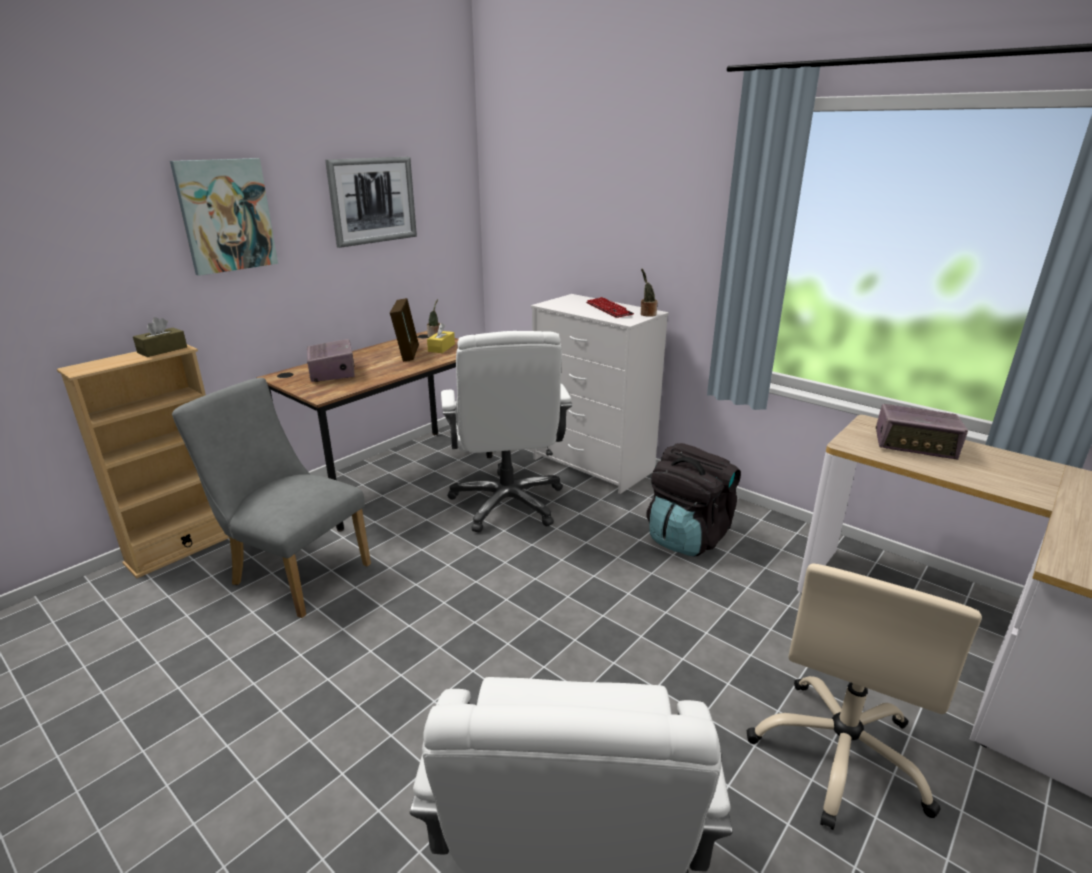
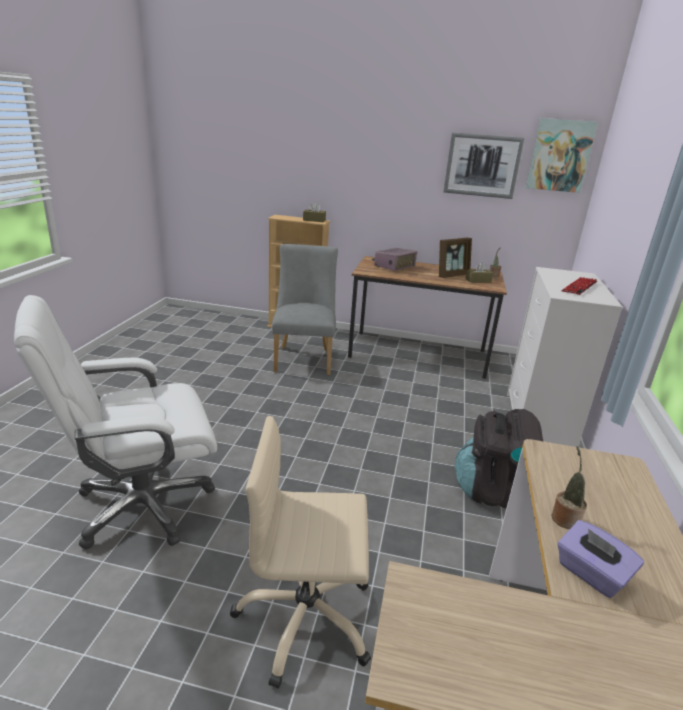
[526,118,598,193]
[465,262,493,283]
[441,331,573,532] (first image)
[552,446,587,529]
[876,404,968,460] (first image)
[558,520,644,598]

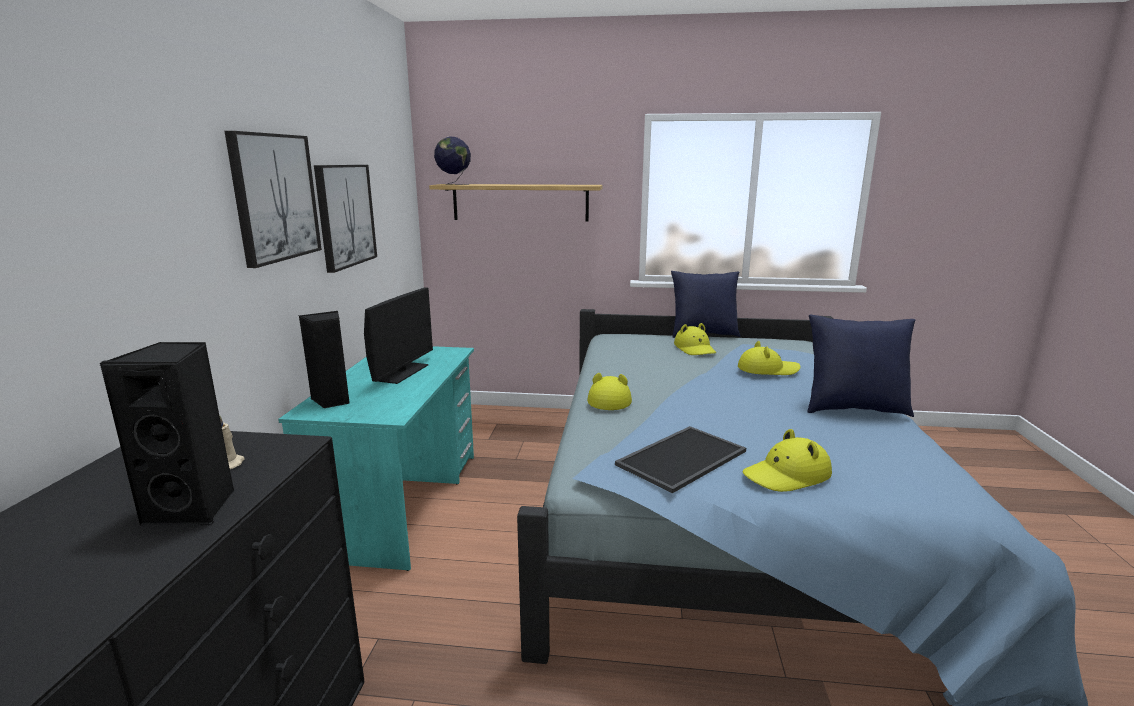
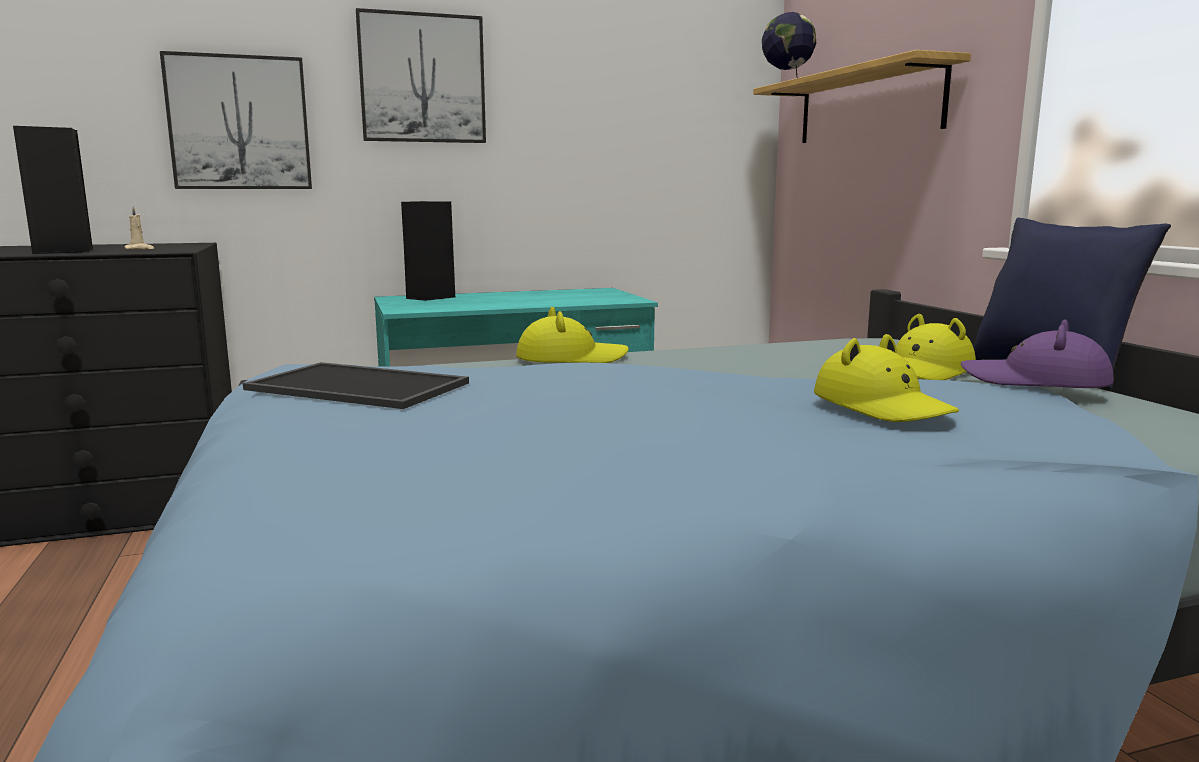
[160,51,312,189]
[364,287,433,384] (first image)
[743,429,832,492] (first image)
[807,315,915,417] (first image)
[961,319,1114,388]

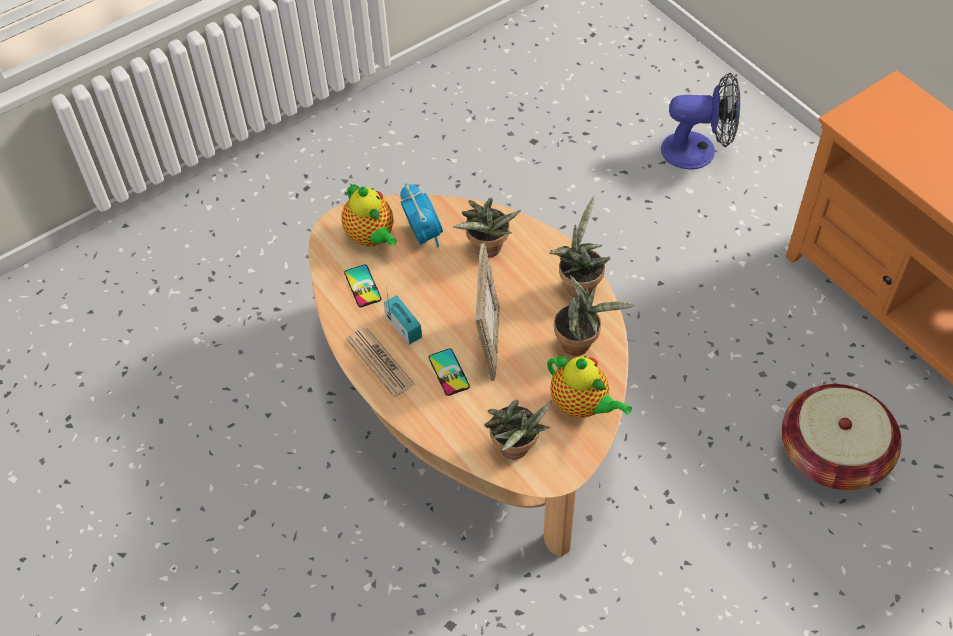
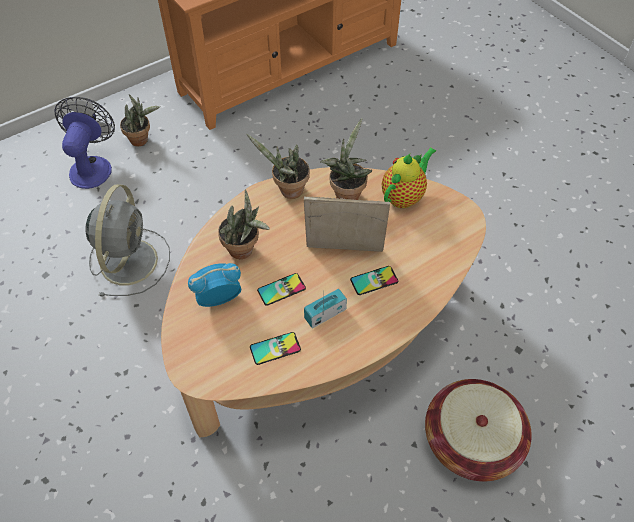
[341,183,397,247] (first image)
[346,328,415,397] (first image)
[120,94,160,146]
[425,379,532,482]
[86,184,170,296]
[257,273,306,306]

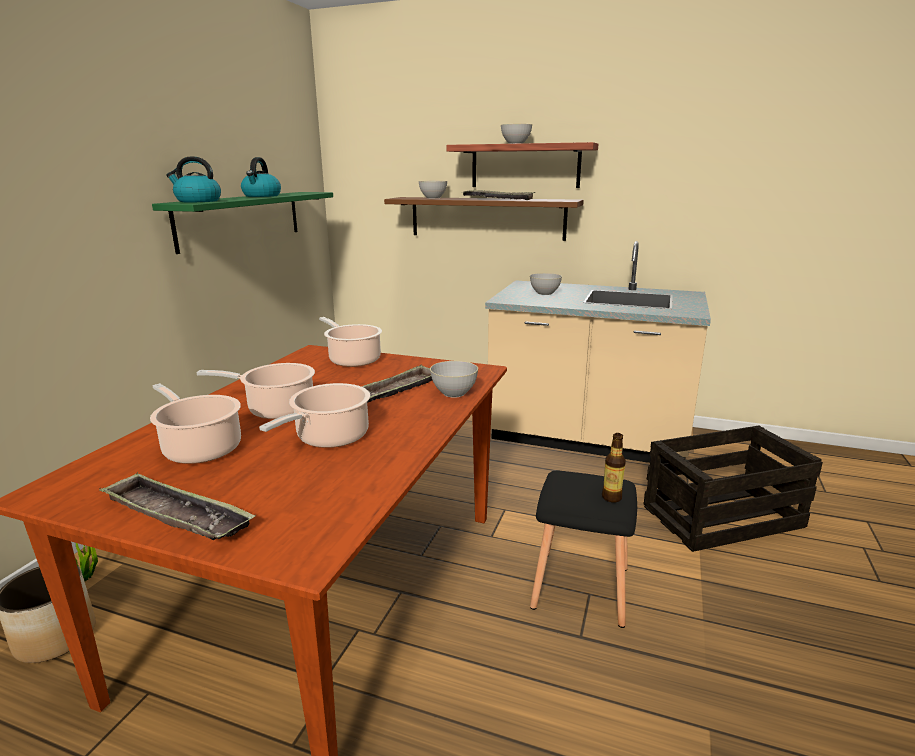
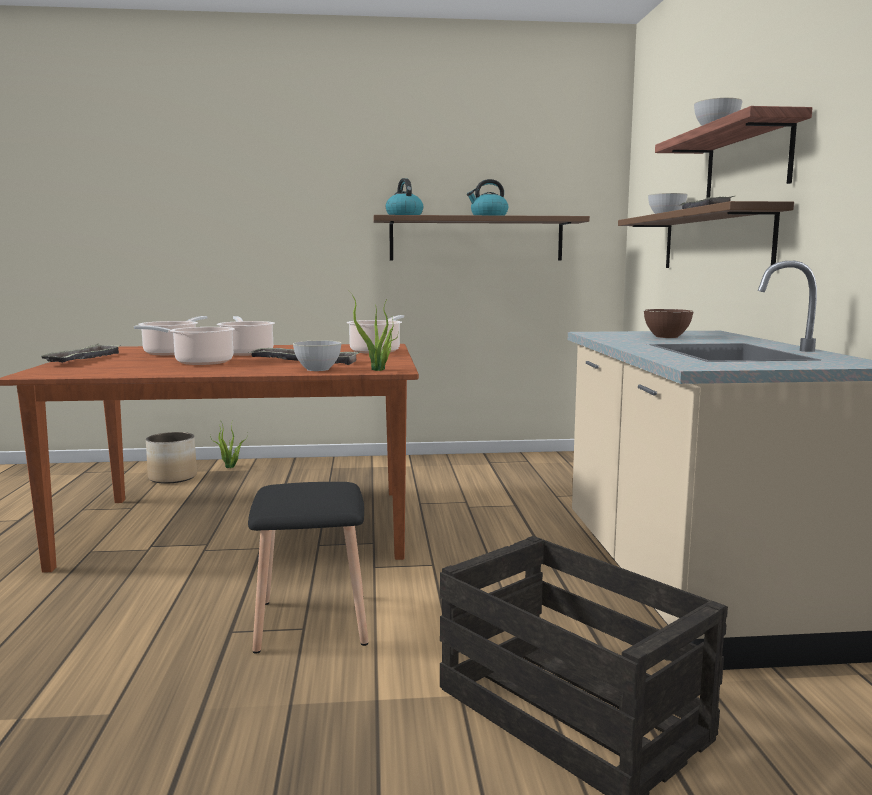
[373,215,590,260]
[644,309,694,338]
[602,433,626,502] (first image)
[348,290,398,371]

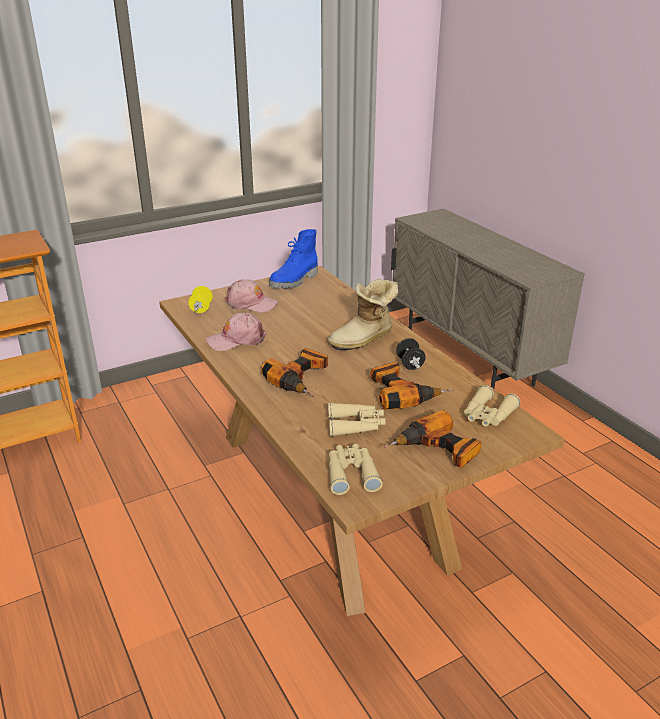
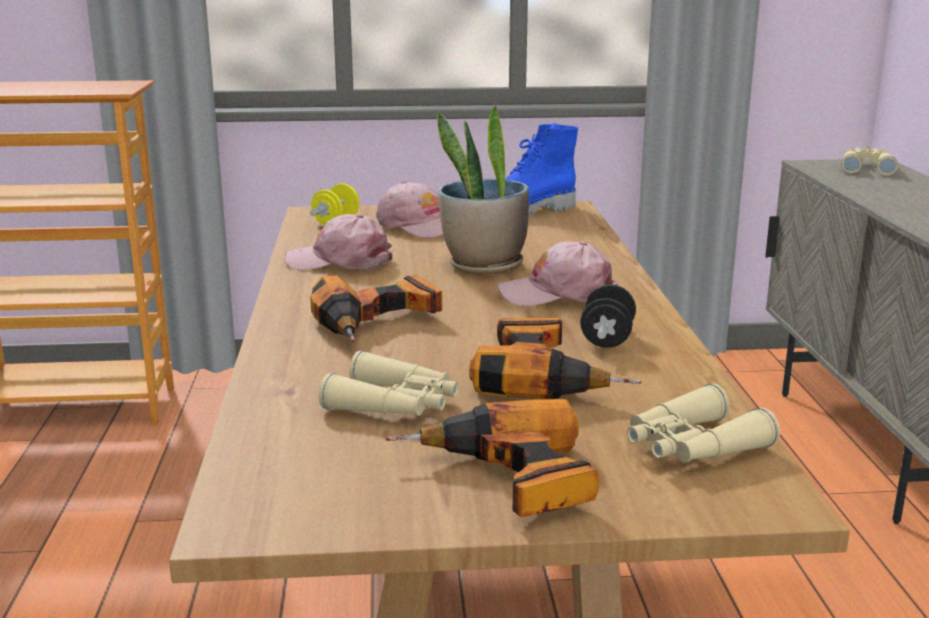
[498,241,618,306]
[841,146,898,176]
[437,105,529,275]

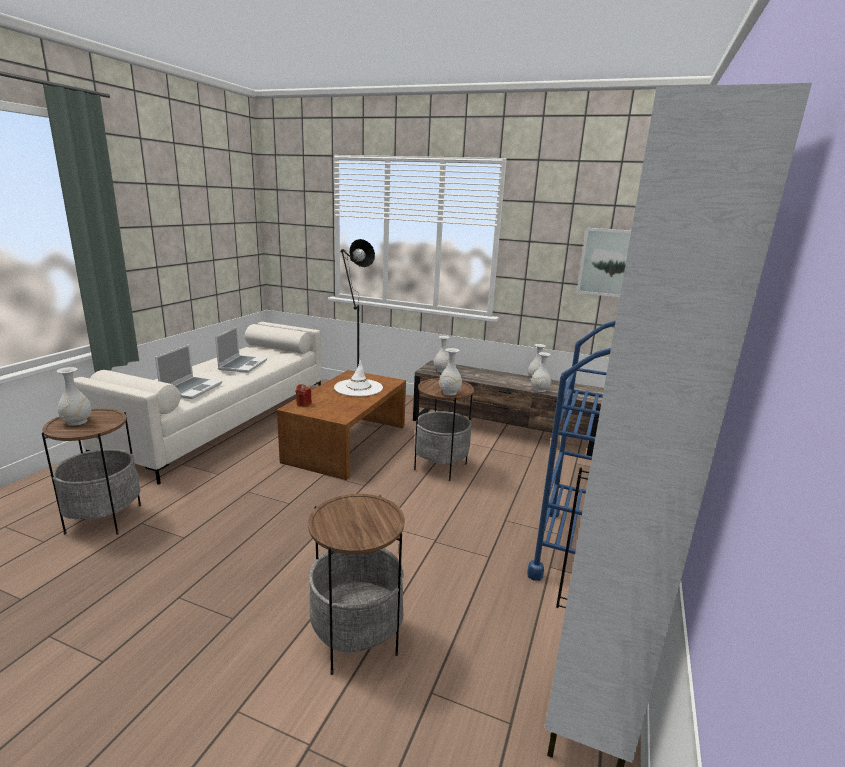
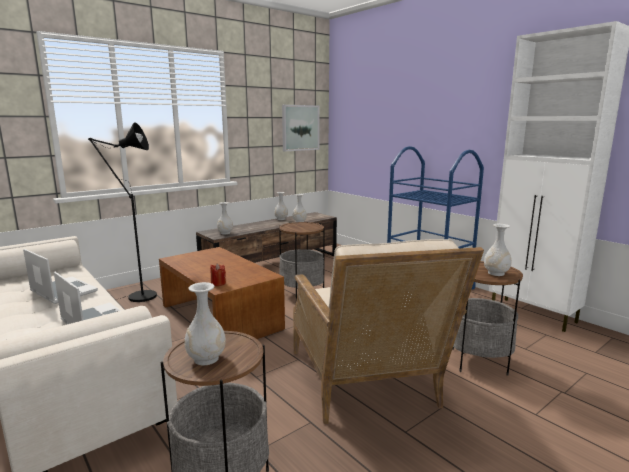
[334,360,383,397] (first image)
[484,224,512,276]
[293,239,484,424]

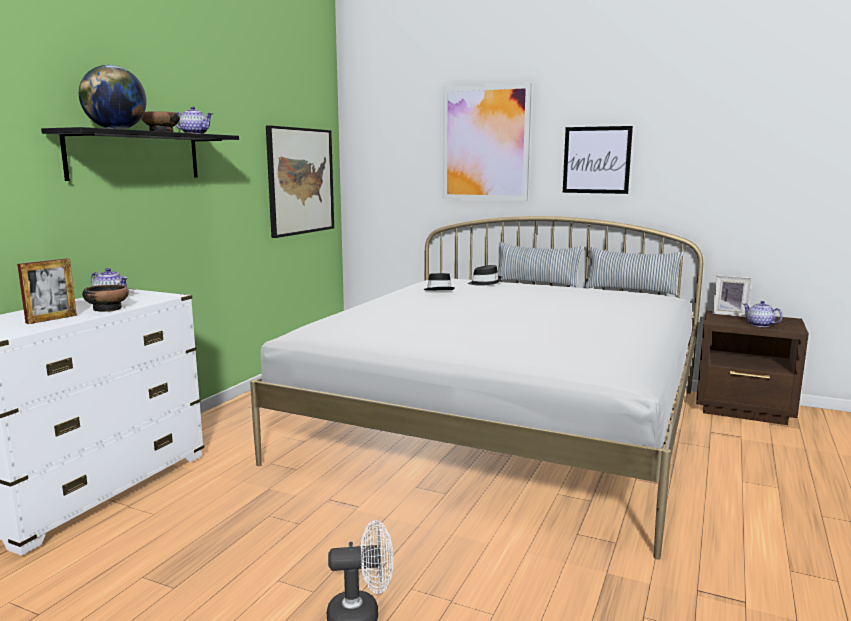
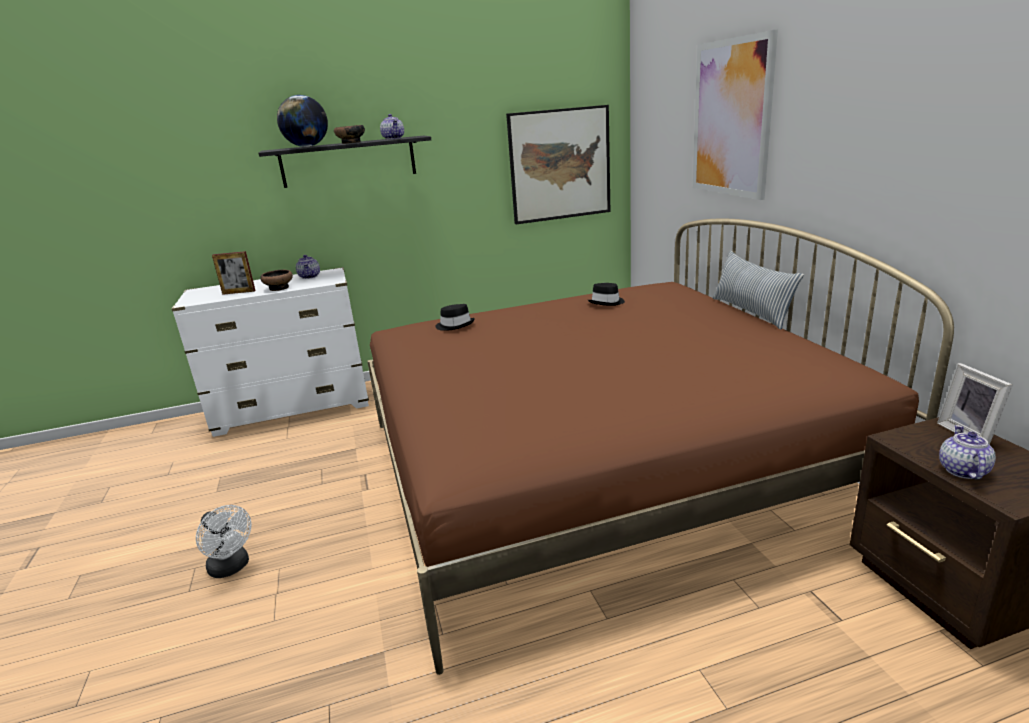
[367,219,954,675]
[435,304,475,331]
[563,126,633,194] (first image)
[584,247,684,296] (first image)

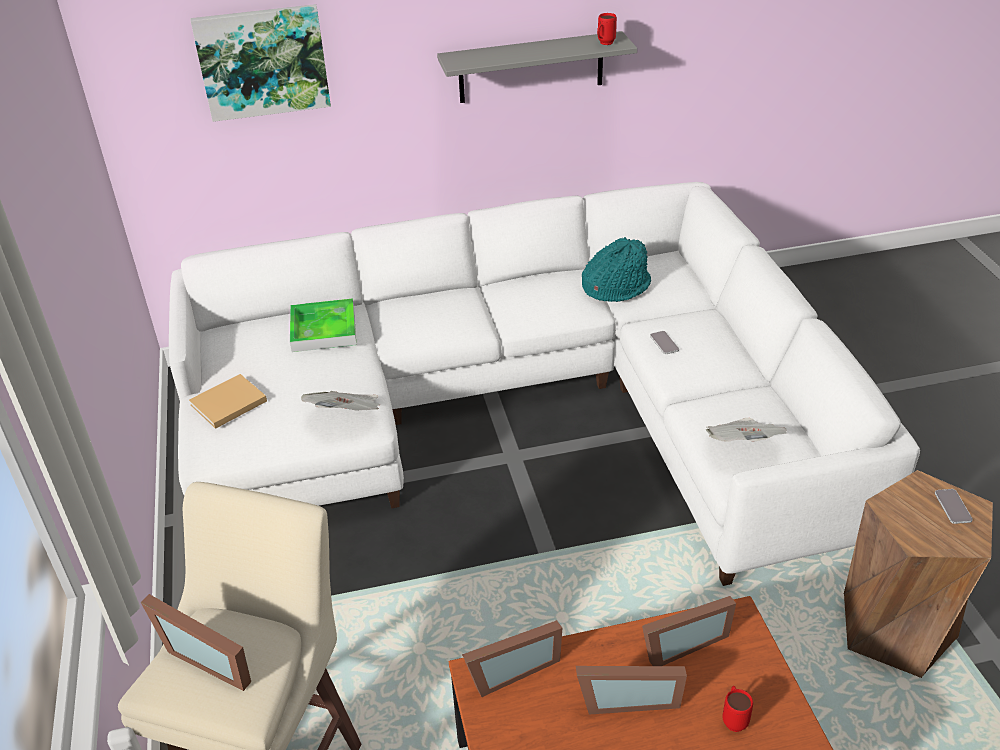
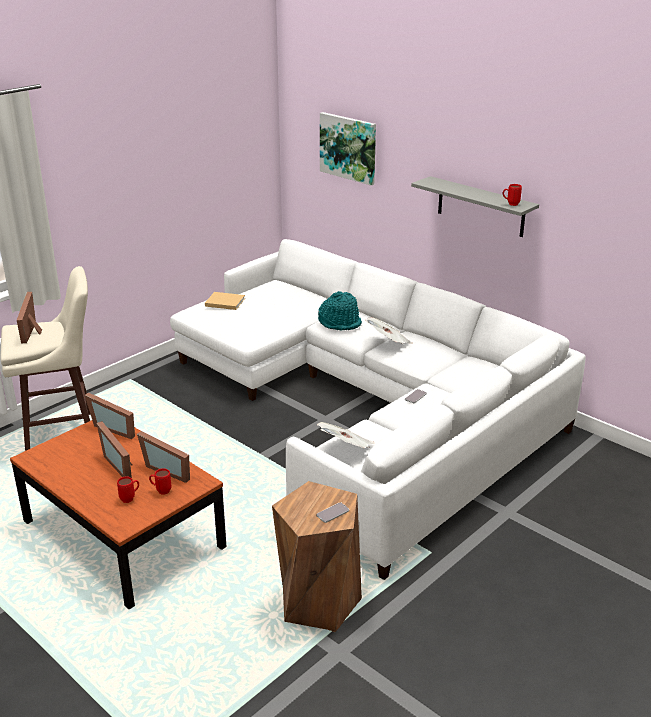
[290,298,356,352] (first image)
[365,318,413,344]
[318,291,362,330]
[149,468,171,495]

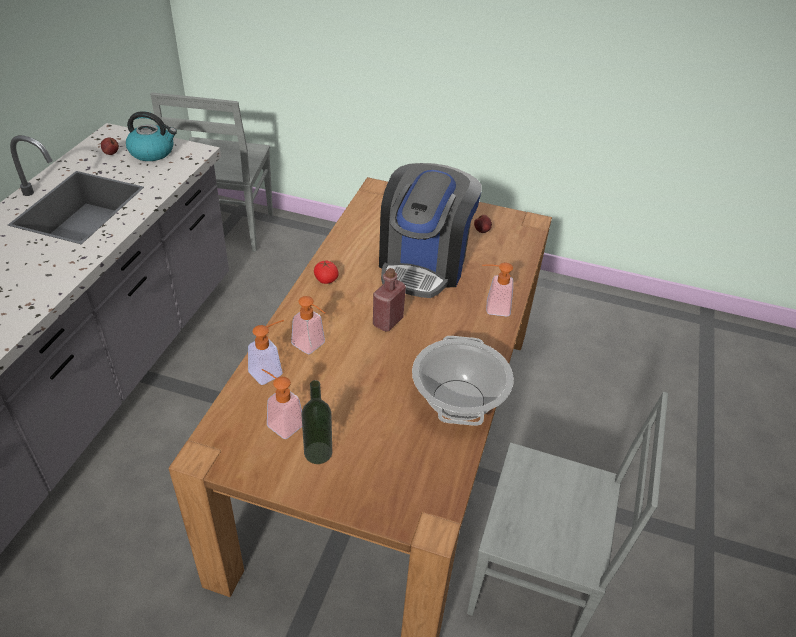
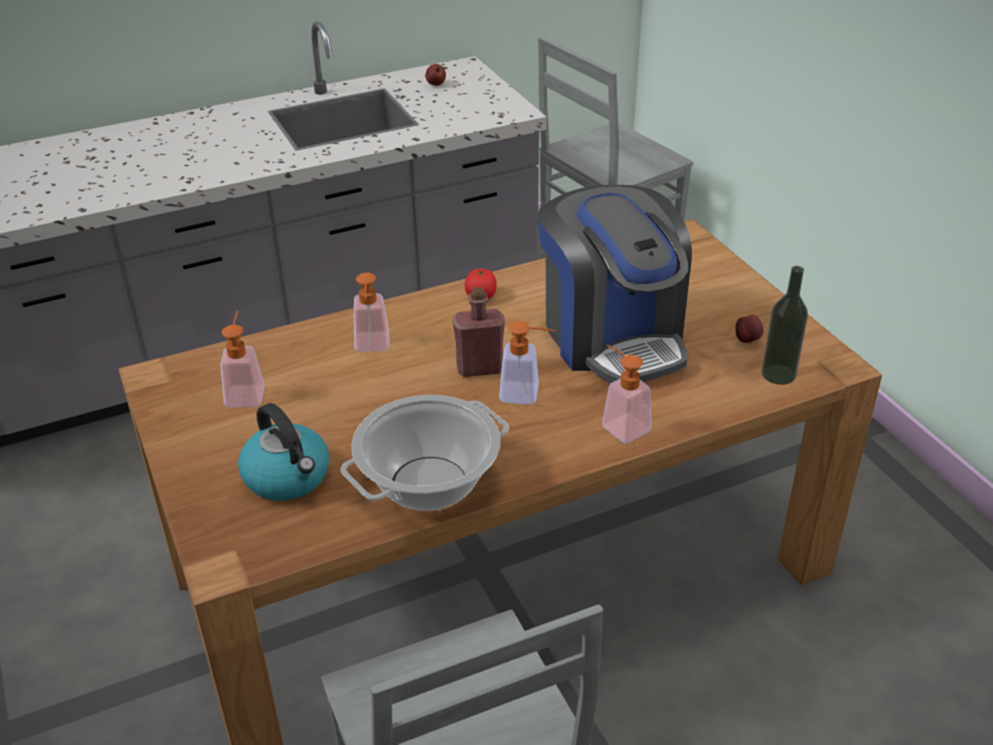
[238,403,330,501]
[499,321,556,405]
[762,266,808,385]
[537,185,692,383]

